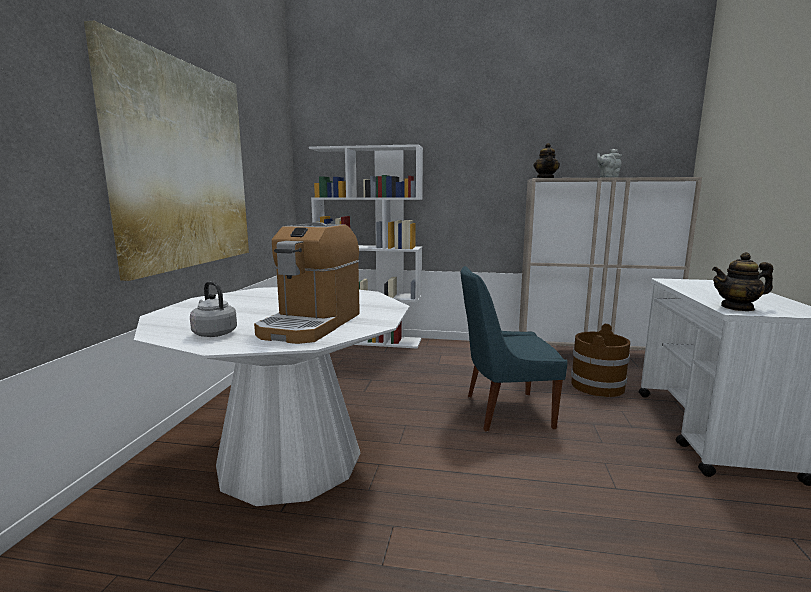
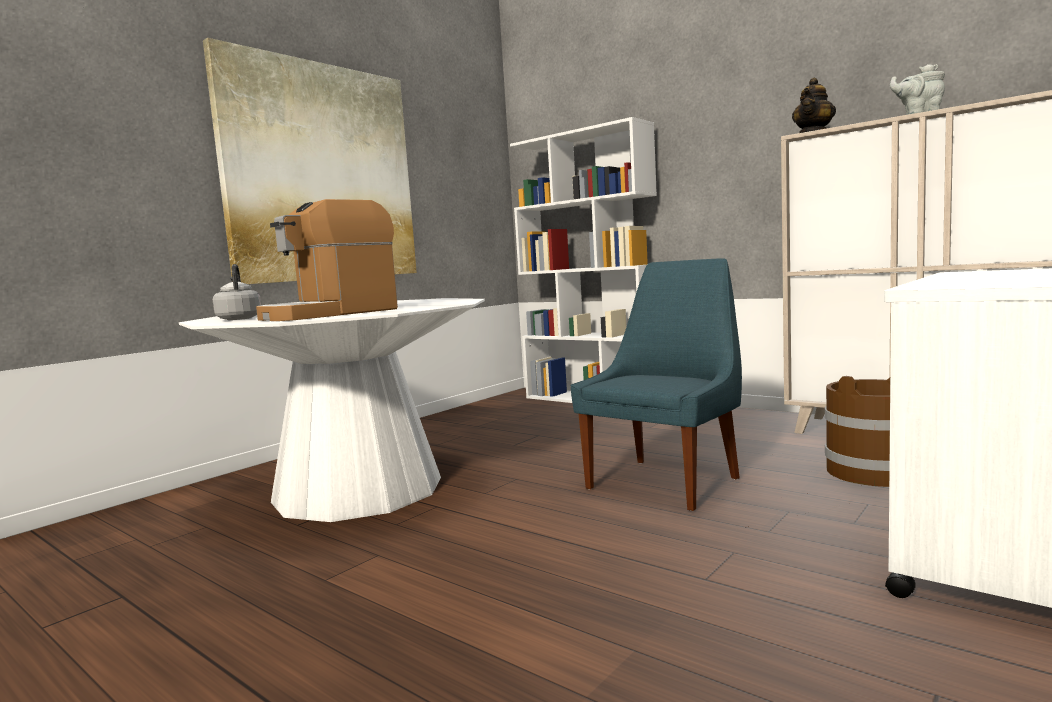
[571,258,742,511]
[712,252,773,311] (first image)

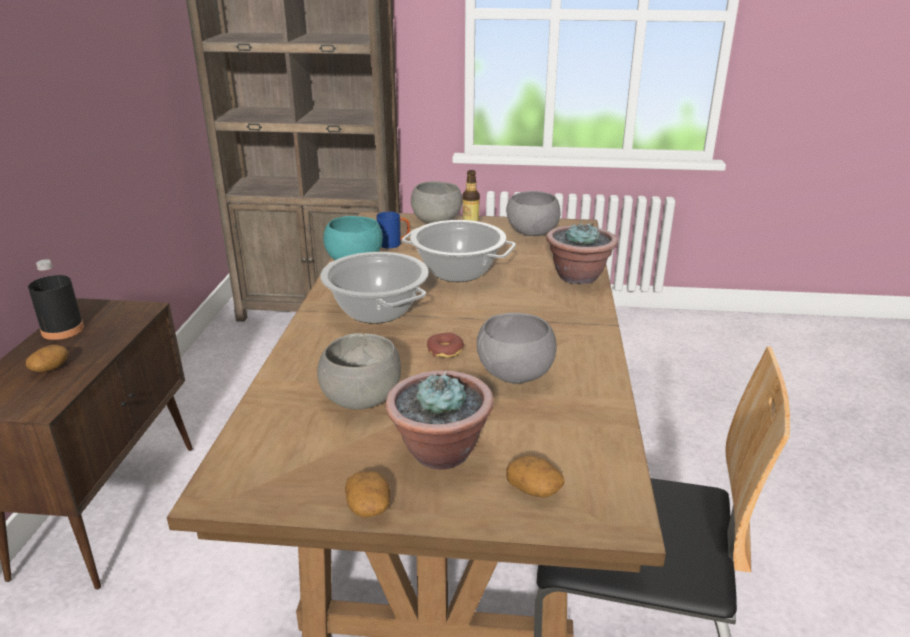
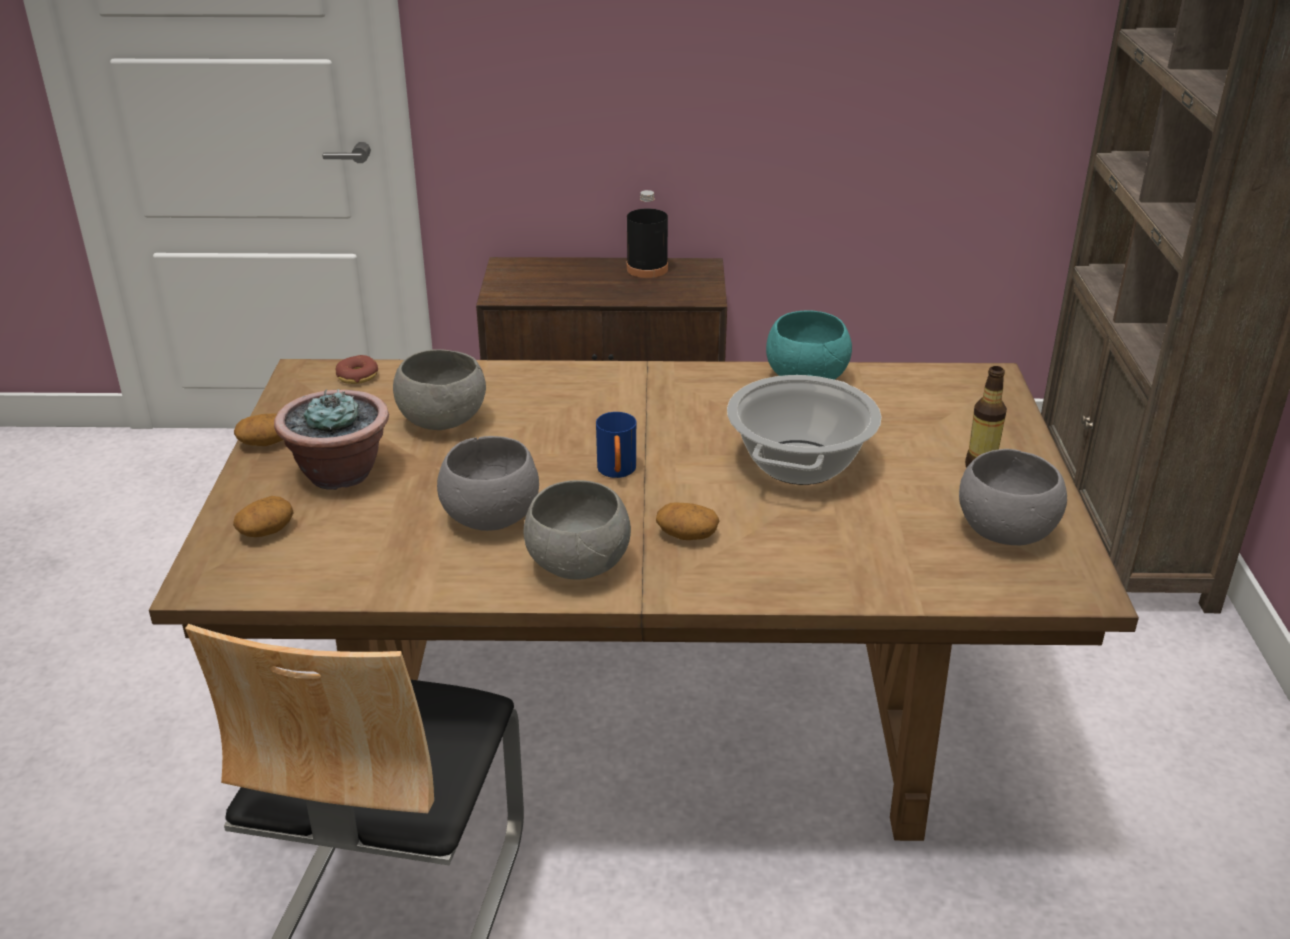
[656,503,719,540]
[320,252,429,324] (first image)
[596,412,636,478]
[524,480,631,579]
[336,355,378,384]
[546,221,618,284] (first image)

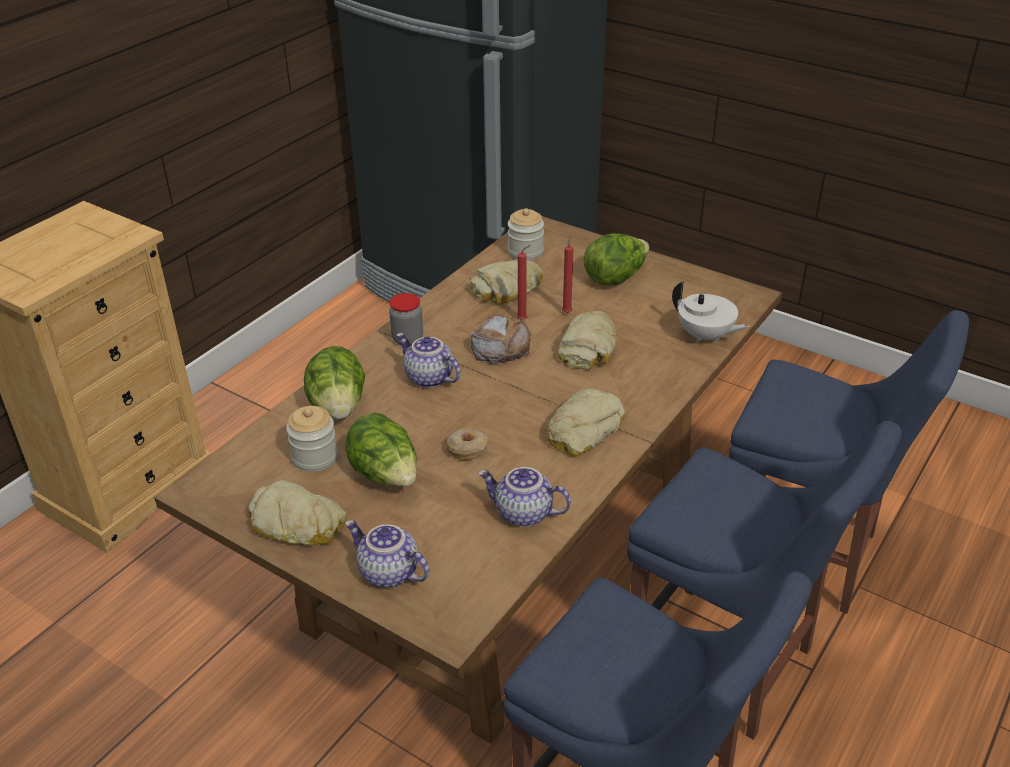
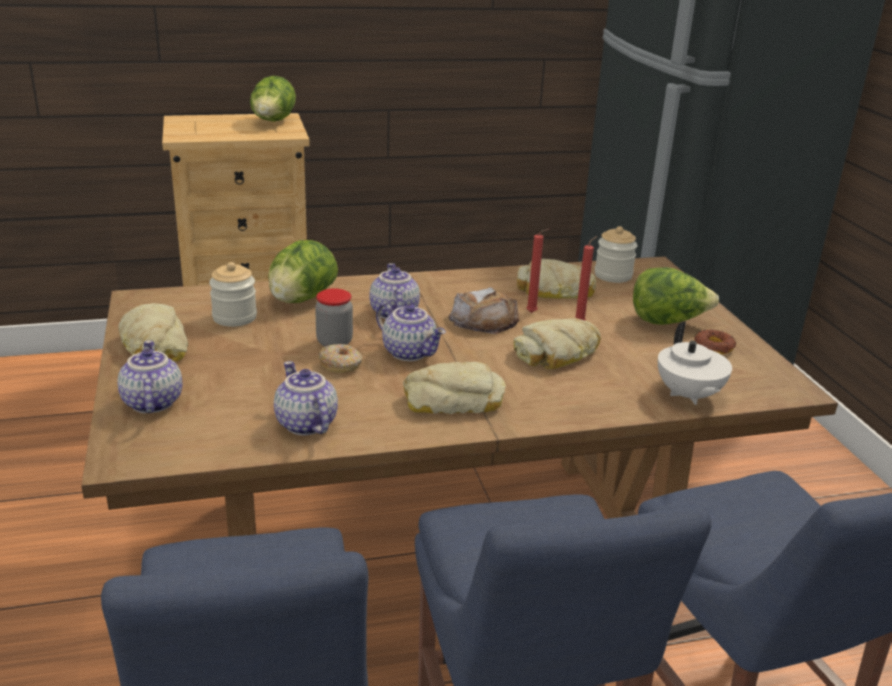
[250,76,296,122]
[315,289,353,347]
[376,303,446,361]
[694,329,736,354]

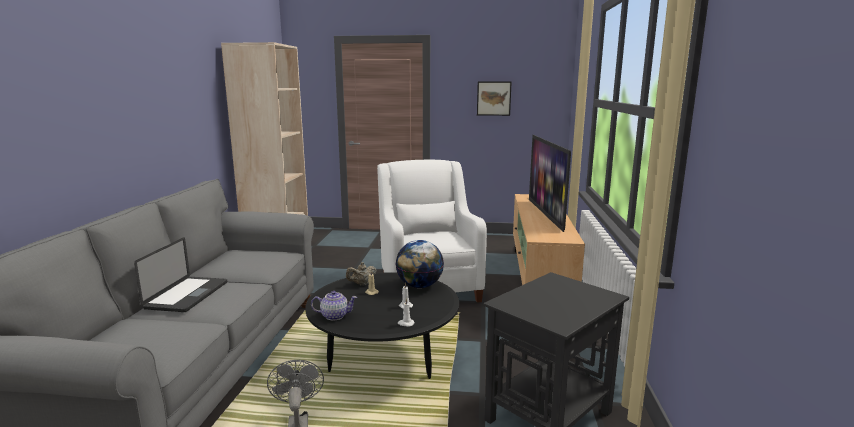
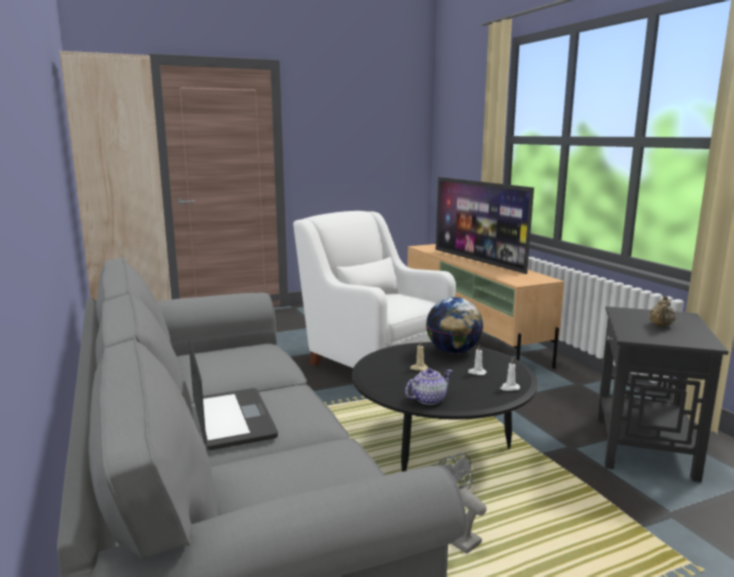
[649,296,676,327]
[477,81,512,116] (first image)

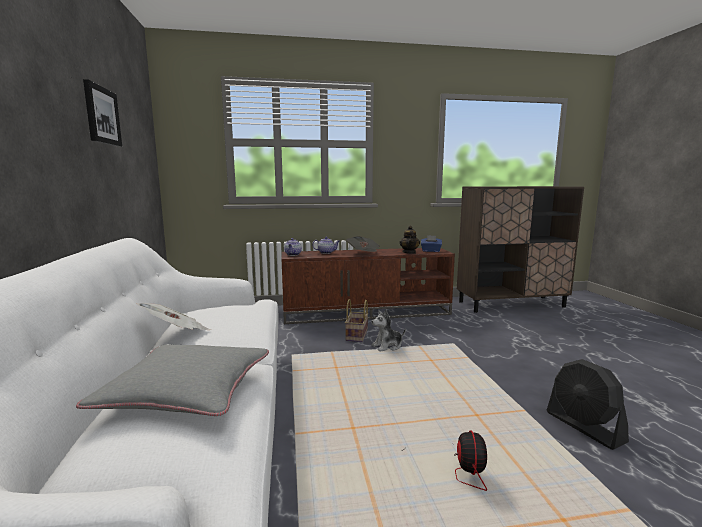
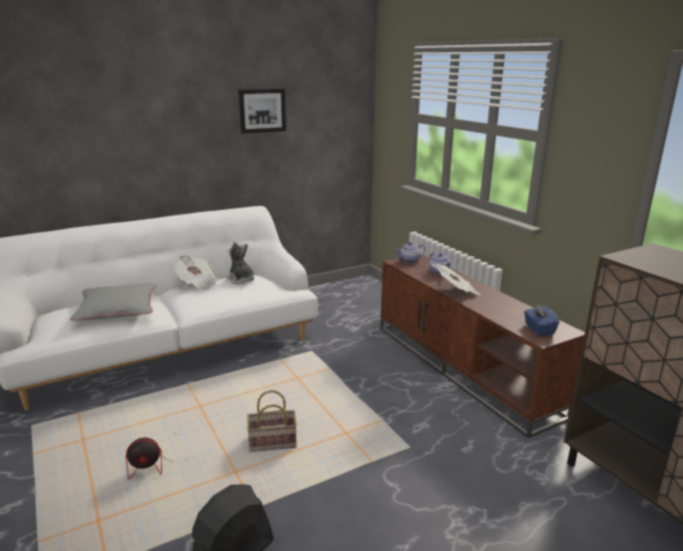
[247,390,297,452]
[226,242,254,284]
[400,226,420,254] (first image)

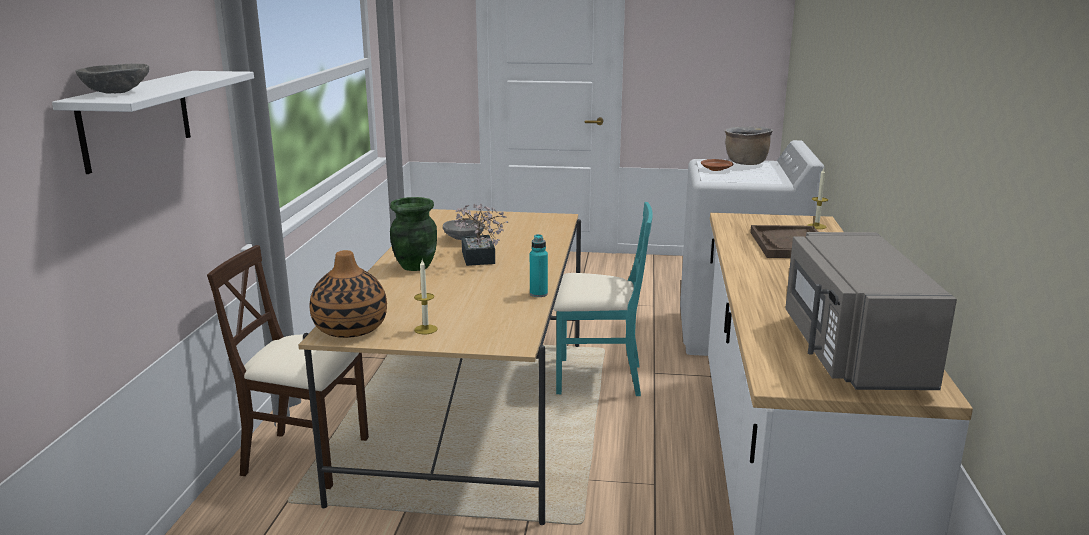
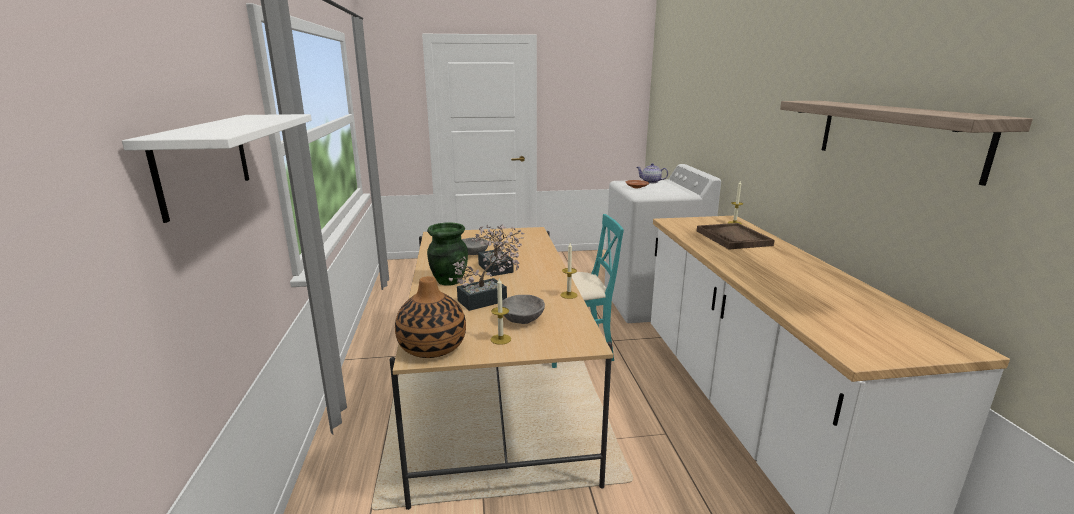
[502,295,545,324]
[207,245,369,489] (first image)
[560,243,578,299]
[636,163,668,183]
[785,232,957,390] (first image)
[449,240,520,311]
[780,101,1033,186]

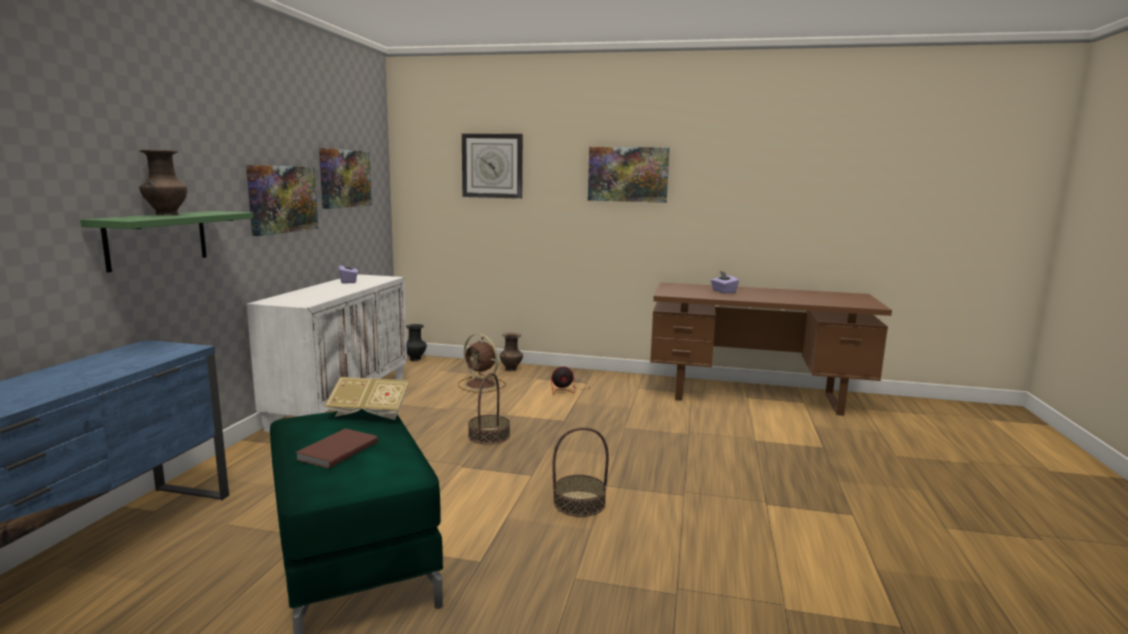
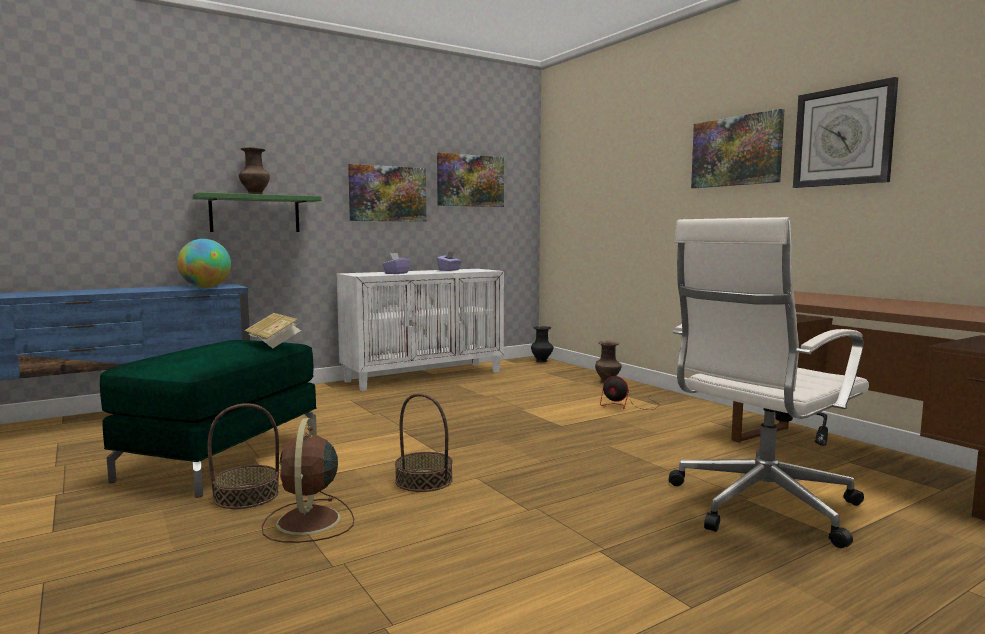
[295,428,378,469] (first image)
[262,418,354,543]
[793,77,898,188]
[208,404,279,509]
[382,253,410,274]
[177,239,231,288]
[669,217,869,548]

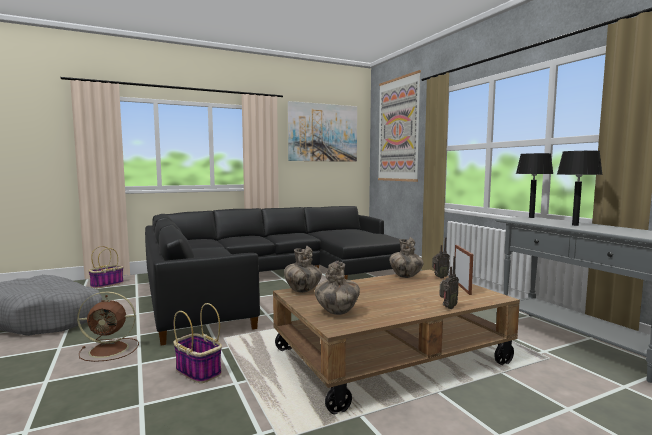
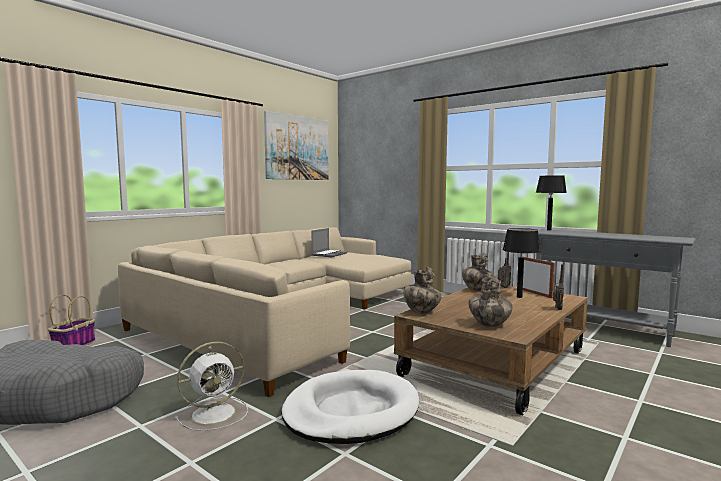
[175,342,248,431]
[118,227,412,397]
[282,370,419,444]
[378,70,421,182] (first image)
[503,228,541,298]
[312,228,348,257]

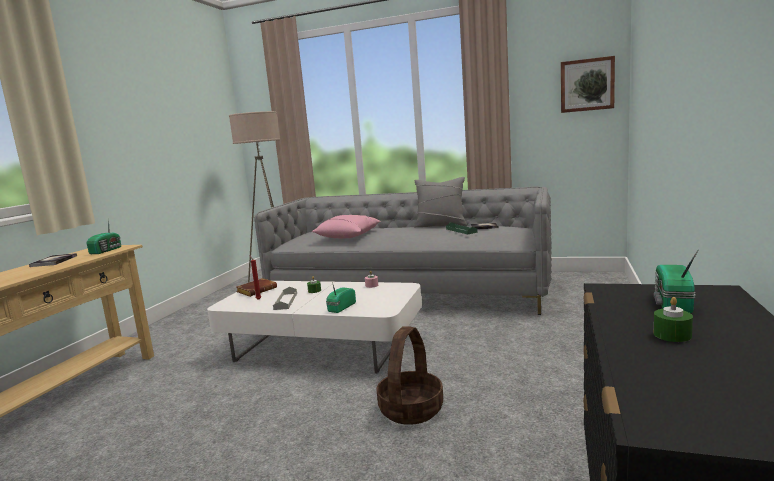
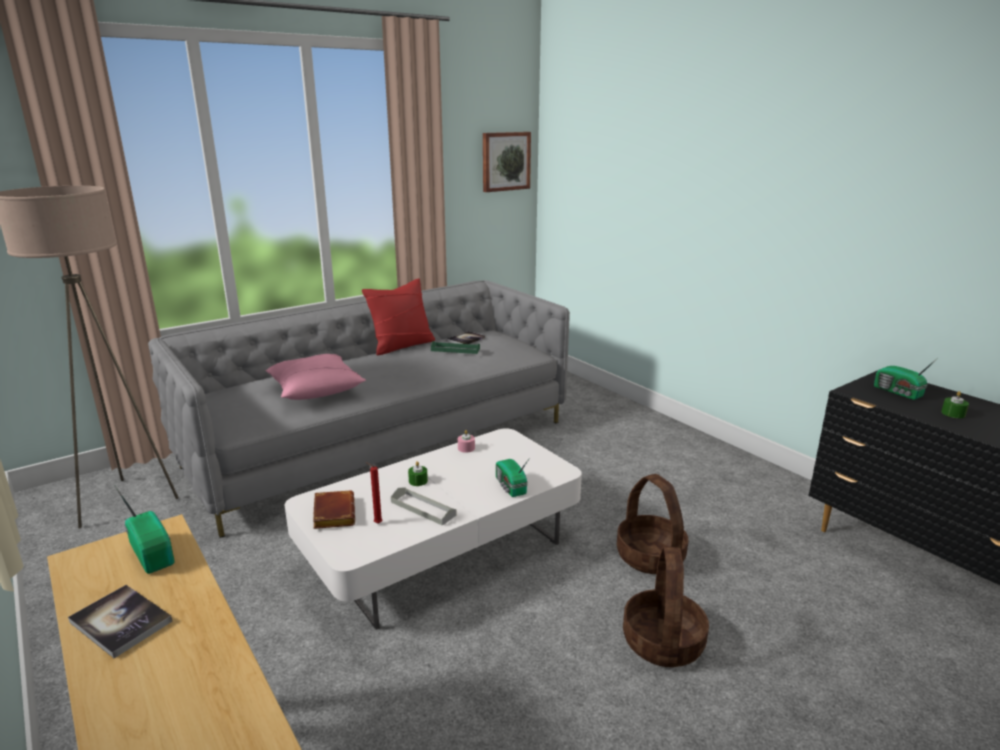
[362,279,435,356]
[623,547,709,667]

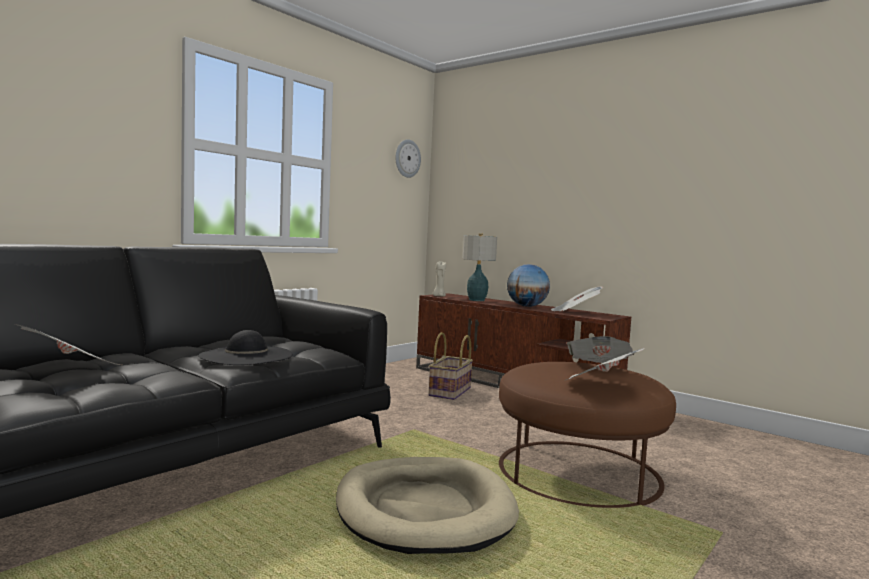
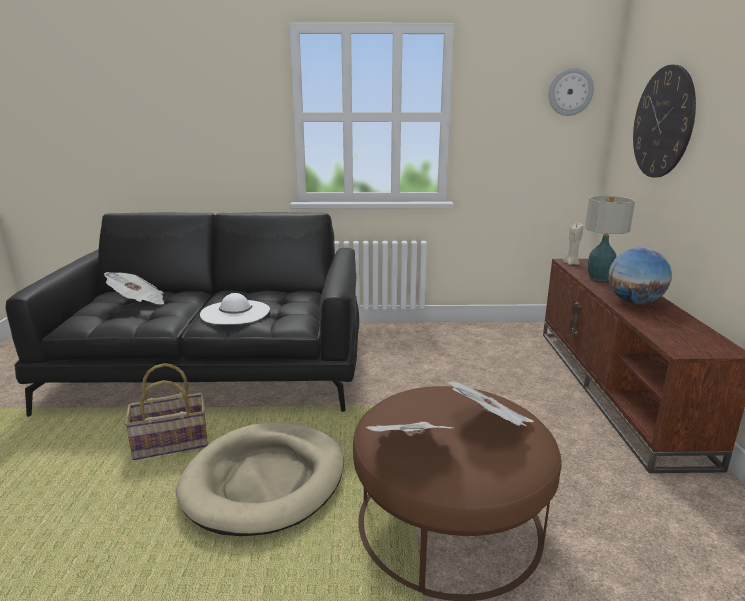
[200,293,270,324]
[124,363,208,460]
[551,286,603,311] (first image)
[633,65,696,177]

